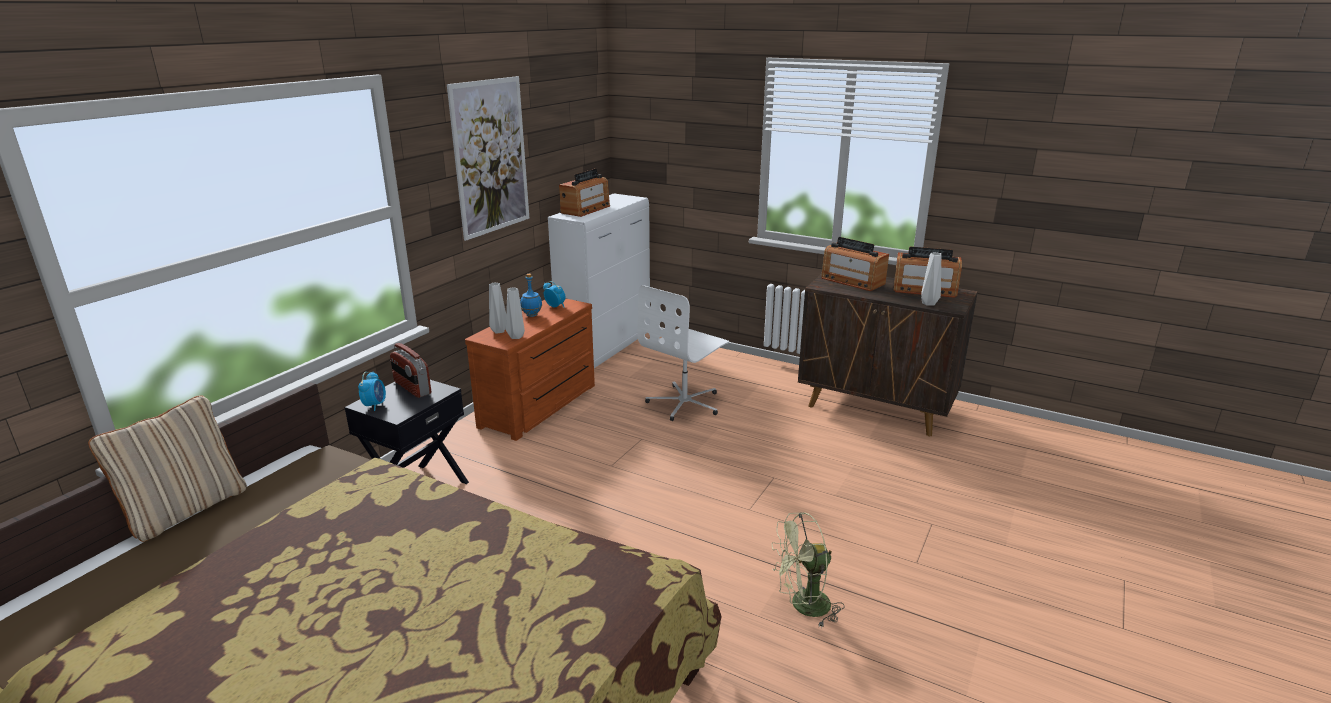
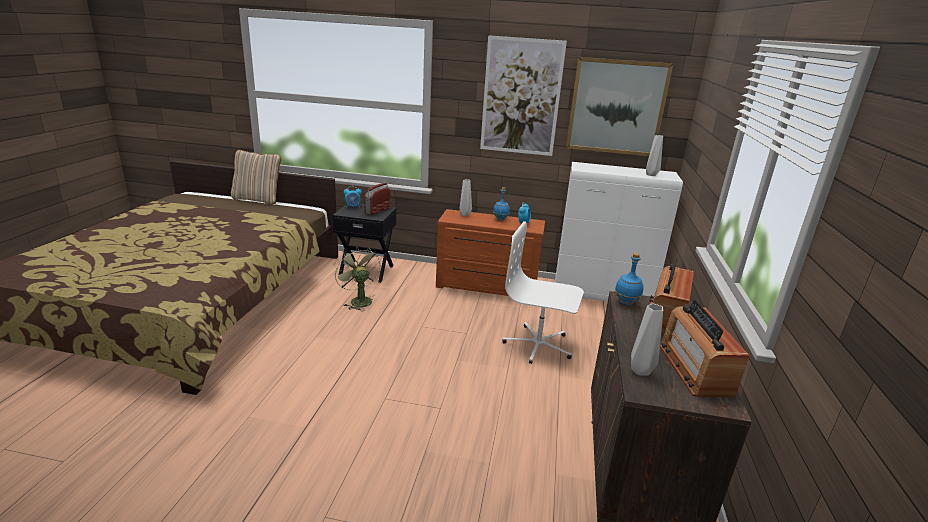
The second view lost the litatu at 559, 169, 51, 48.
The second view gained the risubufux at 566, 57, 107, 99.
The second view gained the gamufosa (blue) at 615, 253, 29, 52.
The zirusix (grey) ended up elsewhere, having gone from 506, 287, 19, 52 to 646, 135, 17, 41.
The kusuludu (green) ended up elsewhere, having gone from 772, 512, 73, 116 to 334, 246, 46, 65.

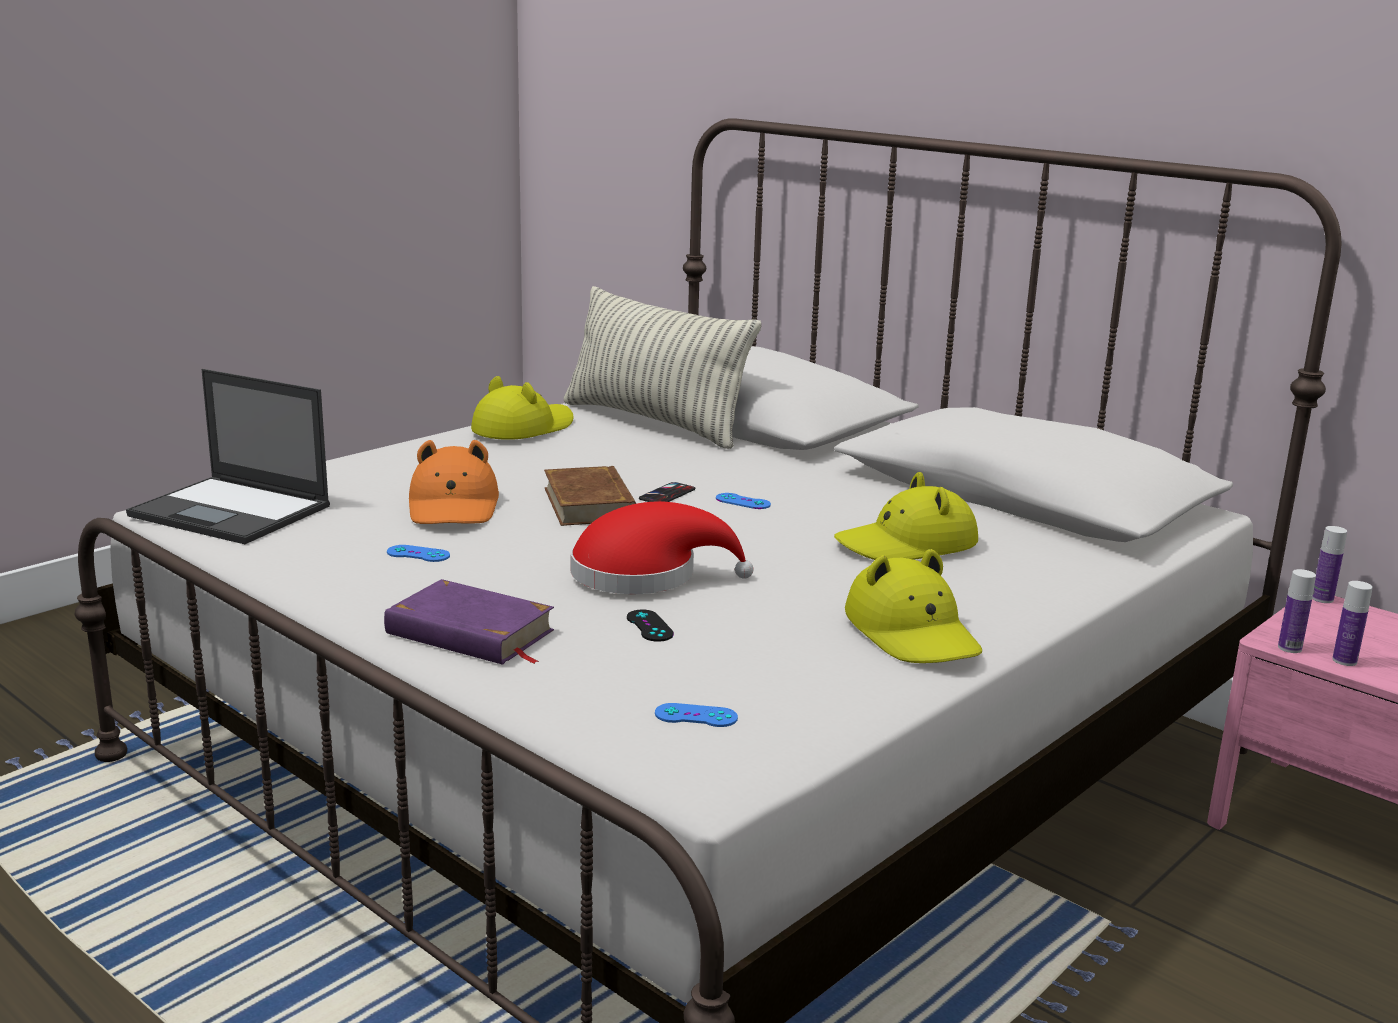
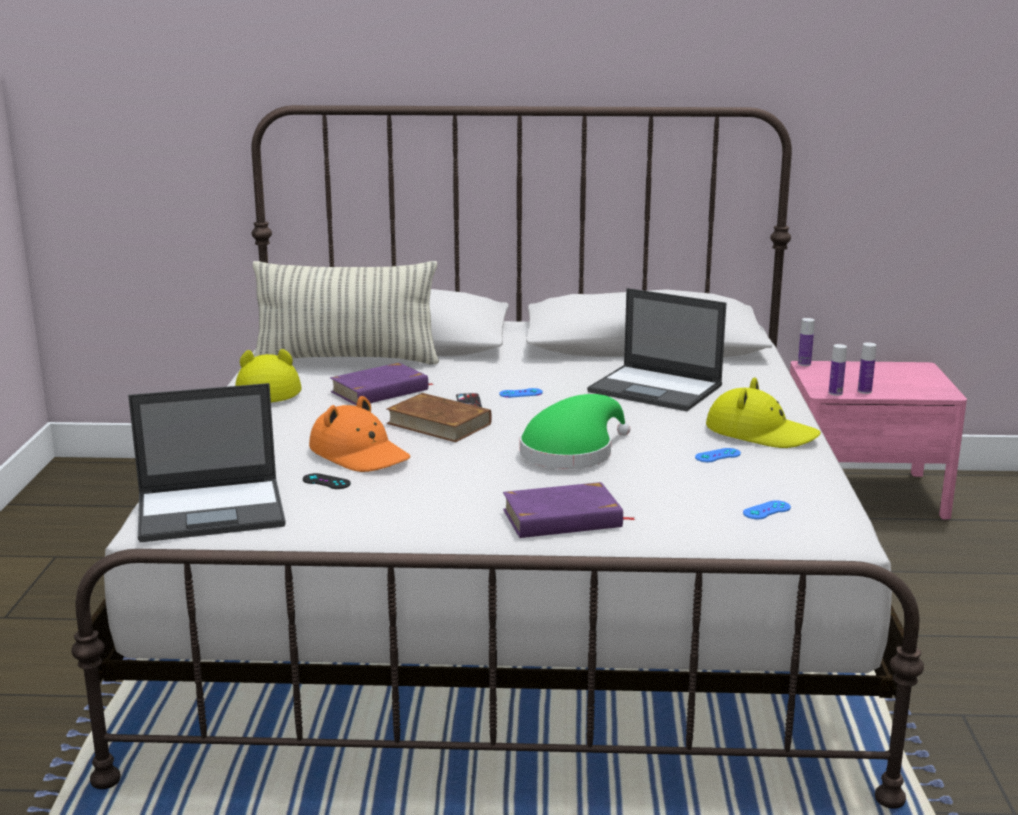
The second view gained the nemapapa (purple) at 330, 363, 104, 42.
The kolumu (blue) ended up elsewhere, having gone from 387, 545, 63, 17 to 695, 448, 46, 14.
The kolumu (black) ended up elsewhere, having gone from 627, 610, 47, 32 to 303, 473, 48, 16.
Where the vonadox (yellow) stood at 834, 472, 144, 88, the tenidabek came to stand at 587, 288, 139, 123.
What was the vonadox (red) at 570, 501, 184, 93 turned into the vonadox (green) at 520, 394, 110, 75.

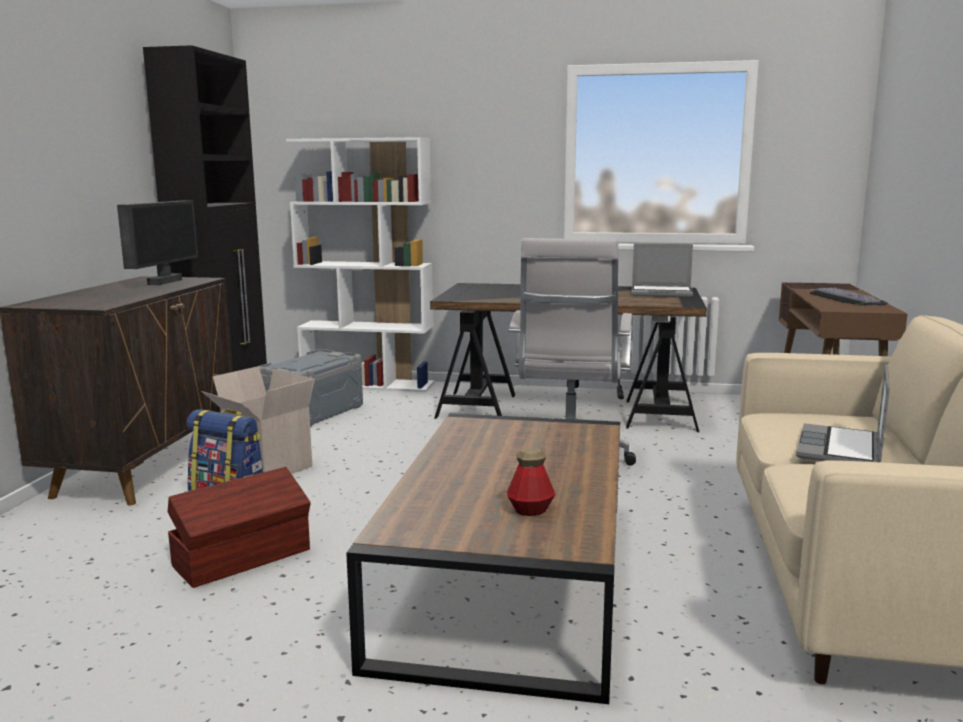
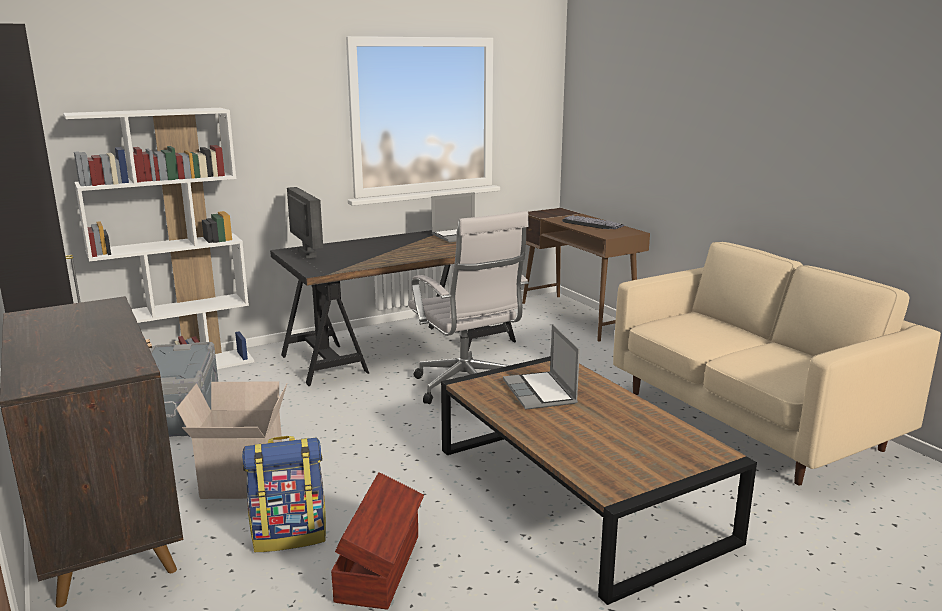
The second view lost the gamufosa at 507, 448, 48, 68.
The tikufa ended up elsewhere, having gone from 117, 201, 81, 84 to 287, 187, 36, 72.
The tenidabek ended up elsewhere, having gone from 796, 365, 94, 97 to 503, 324, 77, 86.

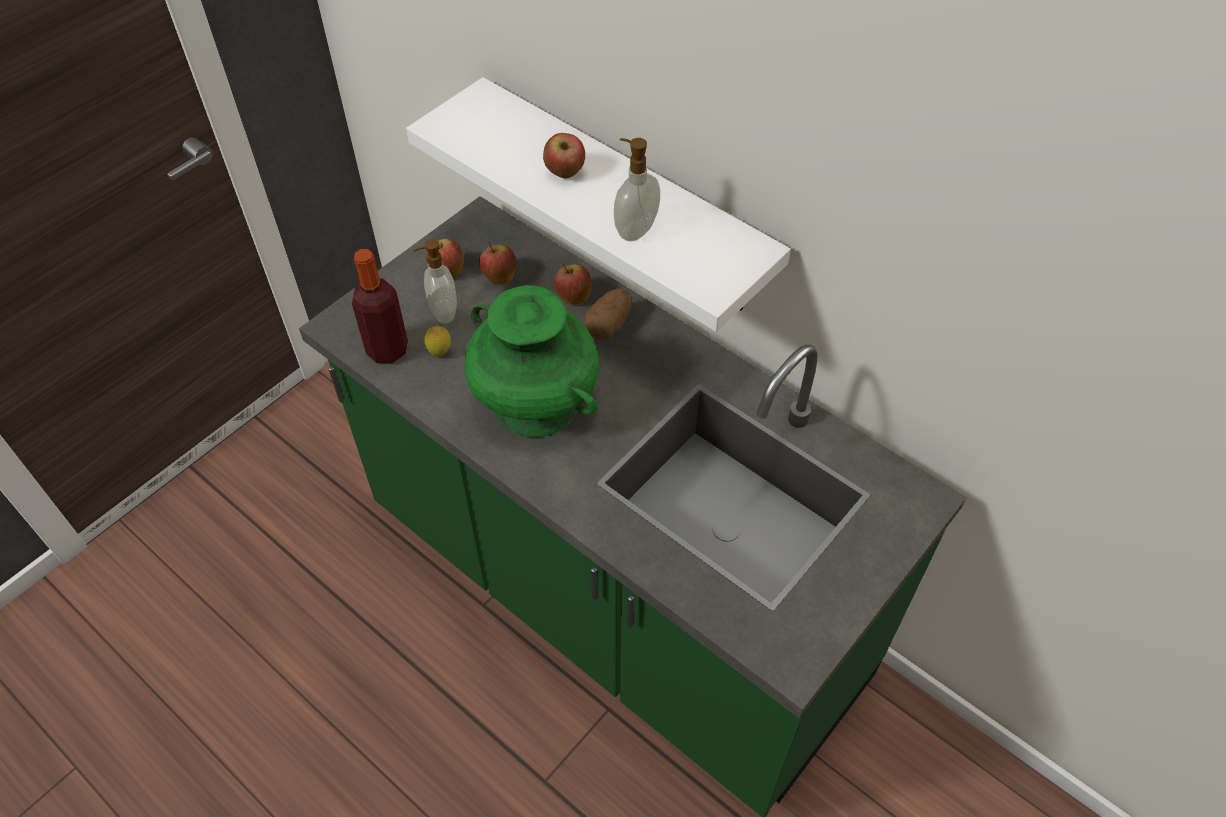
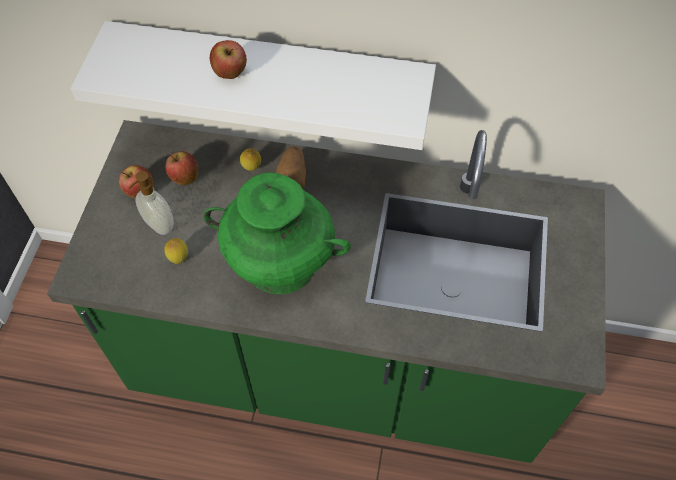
The second view lost the gamufosa at 352, 249, 56, 114.
The second view lost the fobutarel at 614, 138, 46, 103.
Where the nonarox stood at 554, 263, 38, 42, the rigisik came to stand at 240, 148, 21, 23.

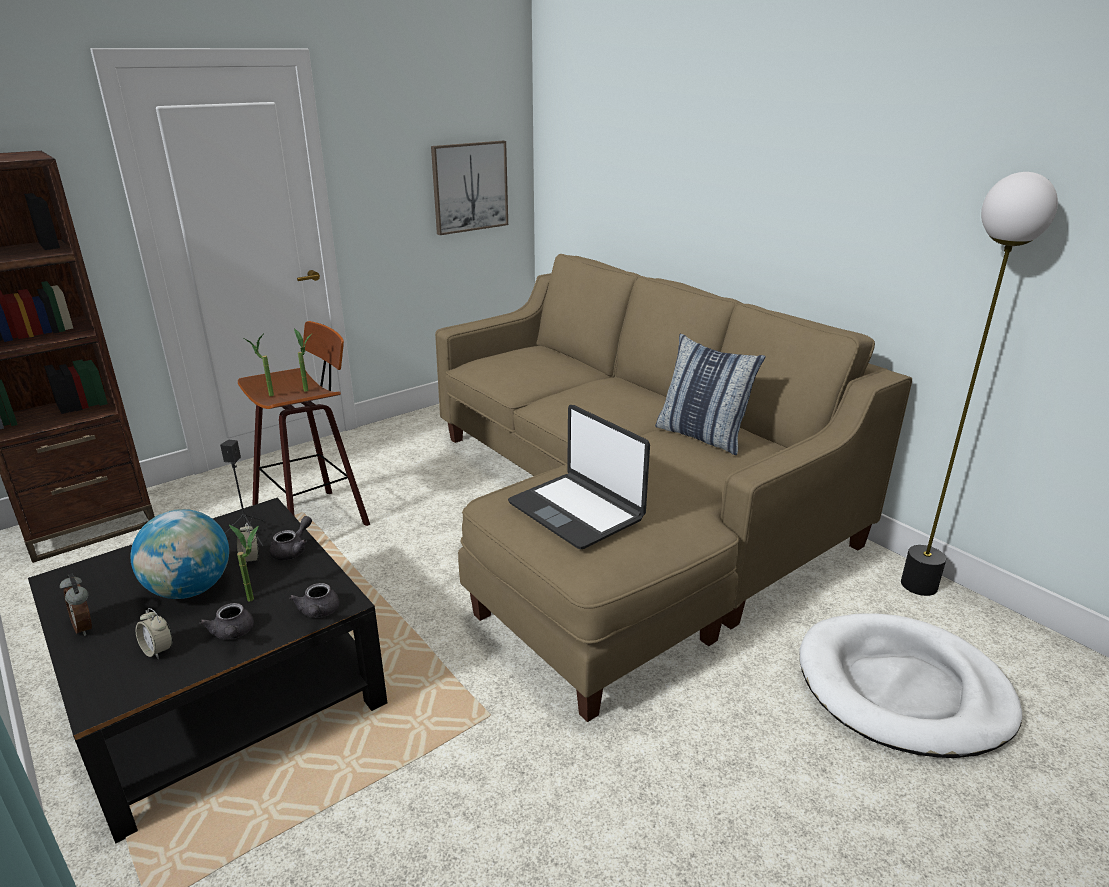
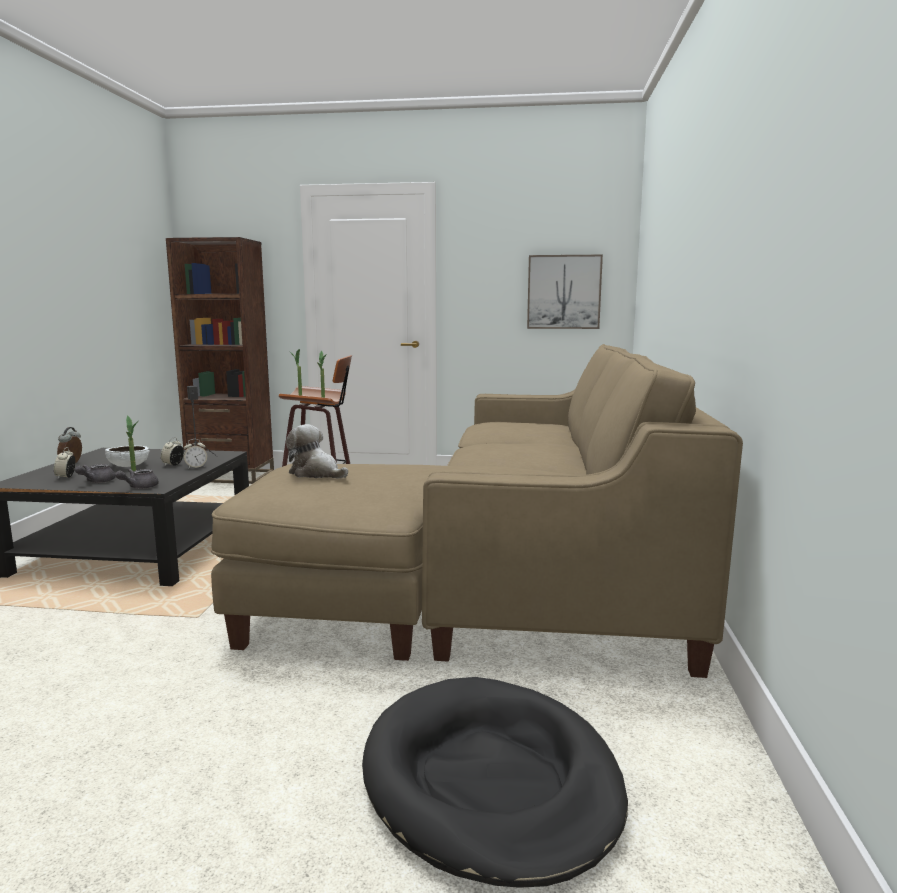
The second view lost the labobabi at 655, 334, 111, 121.
The second view lost the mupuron at 901, 172, 157, 424.
Where the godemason stood at 131, 509, 98, 90, the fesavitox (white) came to stand at 105, 446, 45, 21.
Where the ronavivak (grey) stood at 269, 516, 43, 44, the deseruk came to stand at 183, 439, 24, 30.
Where the tenidabek stood at 508, 405, 142, 144, the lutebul came to stand at 286, 424, 62, 55.
What was the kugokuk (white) at 799, 613, 223, 145 turned into the kugokuk (black) at 362, 677, 266, 211.

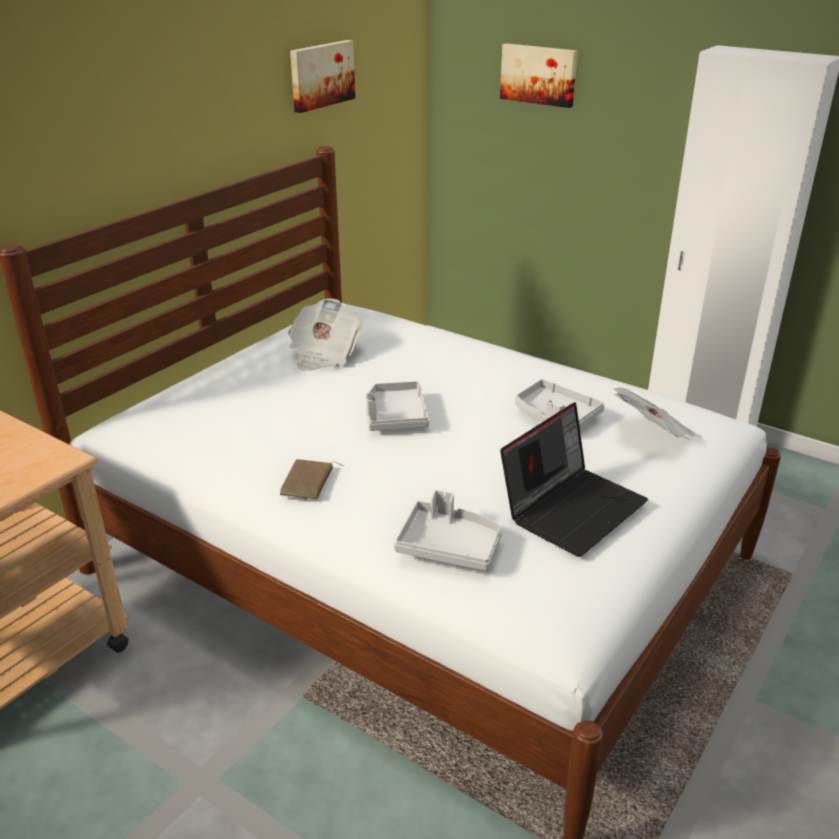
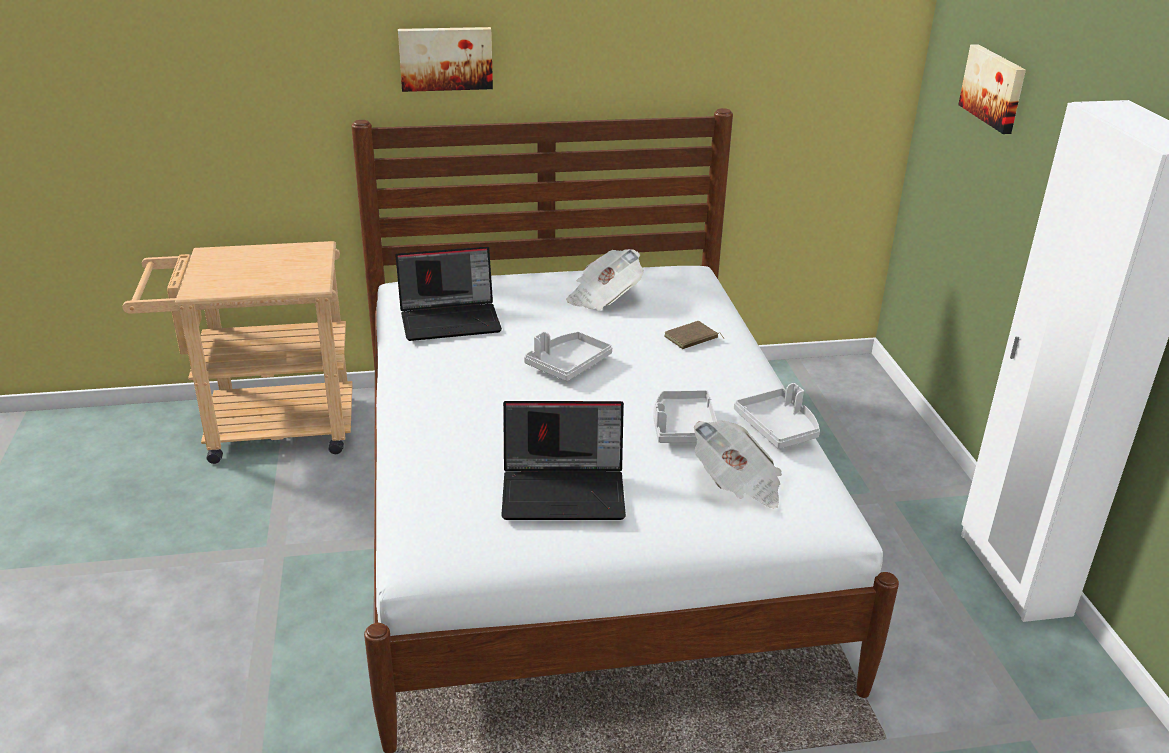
The second view gained the tenidabek at 395, 247, 107, 94.
The nemapapa (brown) ended up elsewhere, having gone from 280, 459, 63, 41 to 664, 321, 60, 28.
The risubufux ended up elsewhere, having gone from 290, 40, 65, 73 to 398, 27, 95, 65.
The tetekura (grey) ended up elsewhere, having gone from 394, 490, 108, 81 to 734, 383, 86, 66.

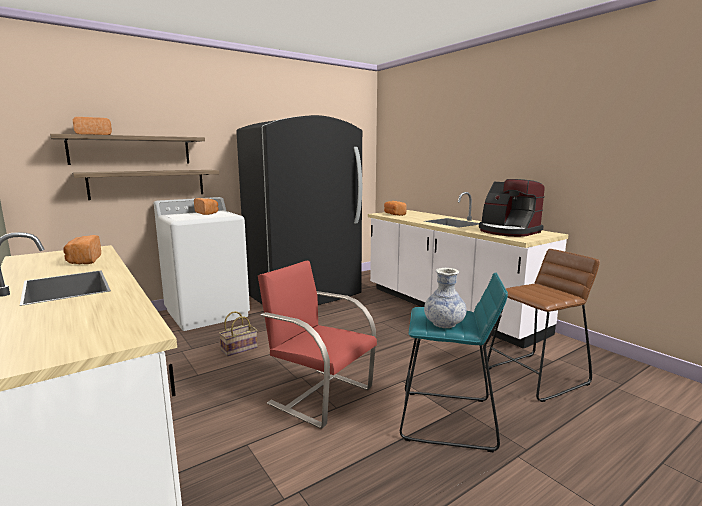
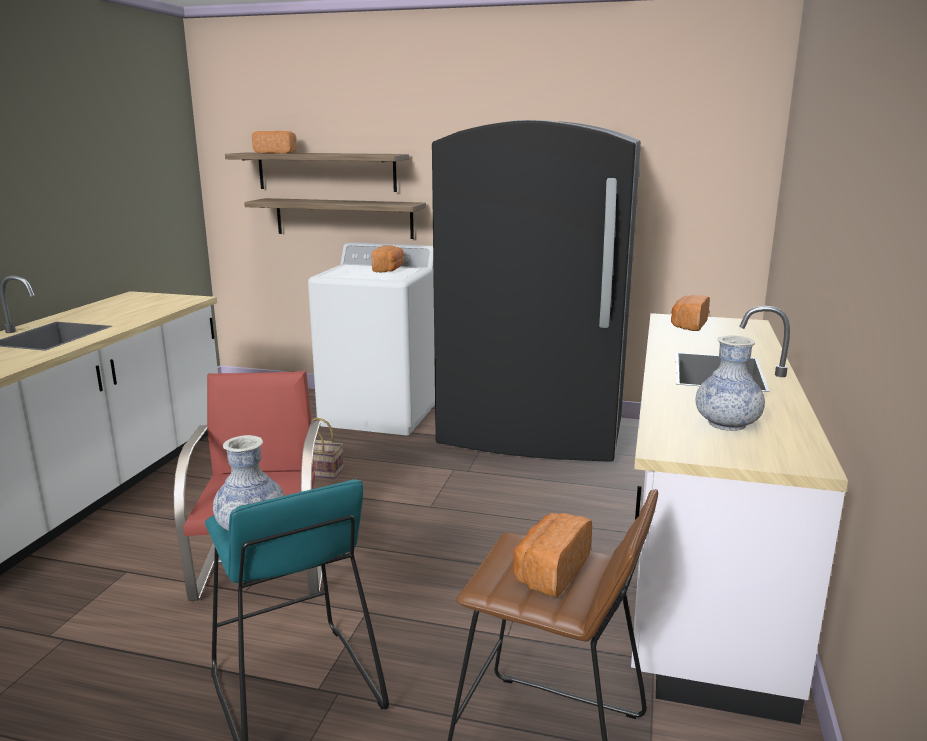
The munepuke ended up elsewhere, having gone from 63, 235, 38, 29 to 513, 513, 79, 84.
Where the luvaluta stood at 479, 179, 66, 58, the zirusix came to stand at 696, 335, 69, 96.

